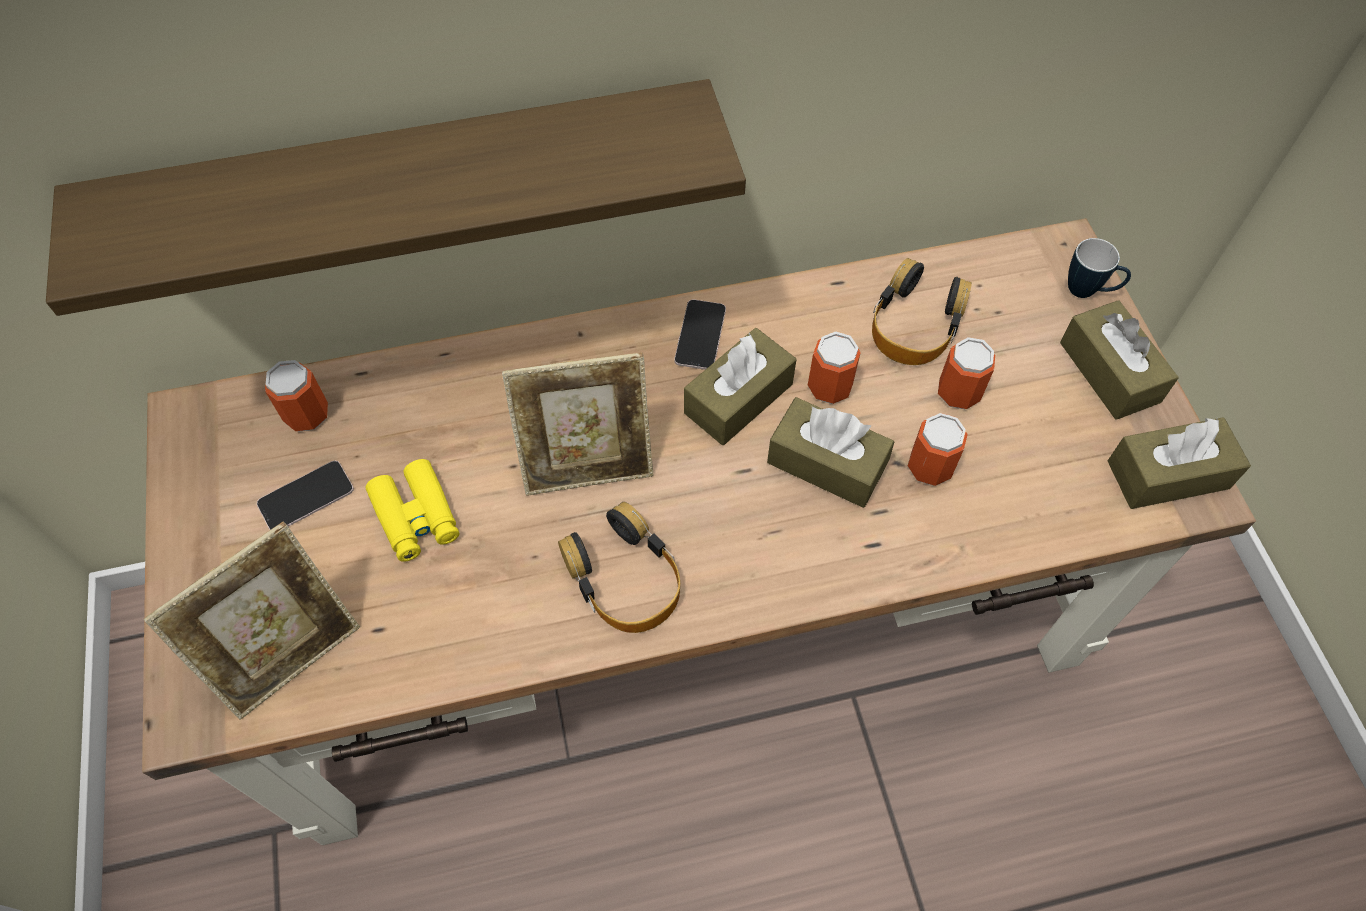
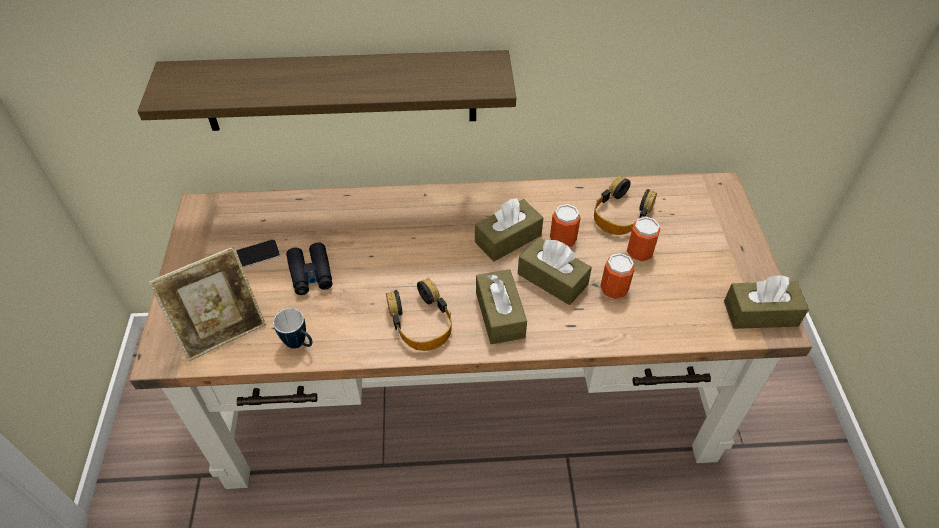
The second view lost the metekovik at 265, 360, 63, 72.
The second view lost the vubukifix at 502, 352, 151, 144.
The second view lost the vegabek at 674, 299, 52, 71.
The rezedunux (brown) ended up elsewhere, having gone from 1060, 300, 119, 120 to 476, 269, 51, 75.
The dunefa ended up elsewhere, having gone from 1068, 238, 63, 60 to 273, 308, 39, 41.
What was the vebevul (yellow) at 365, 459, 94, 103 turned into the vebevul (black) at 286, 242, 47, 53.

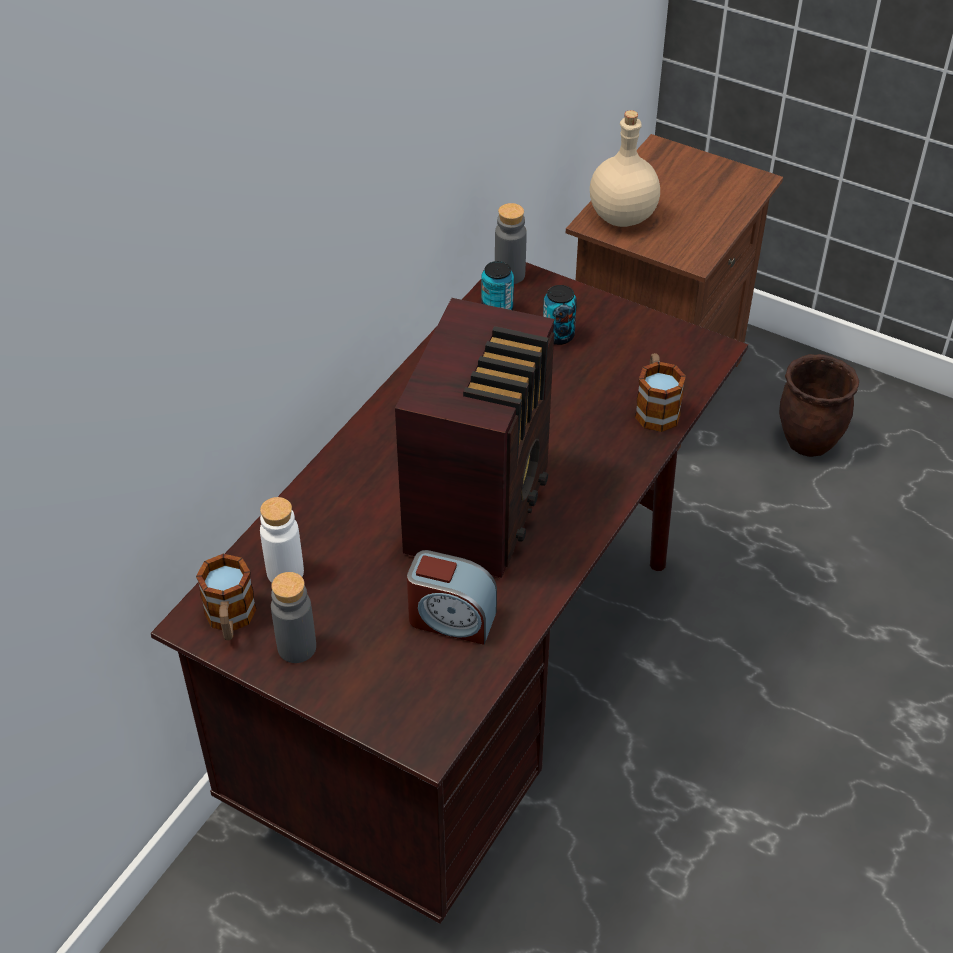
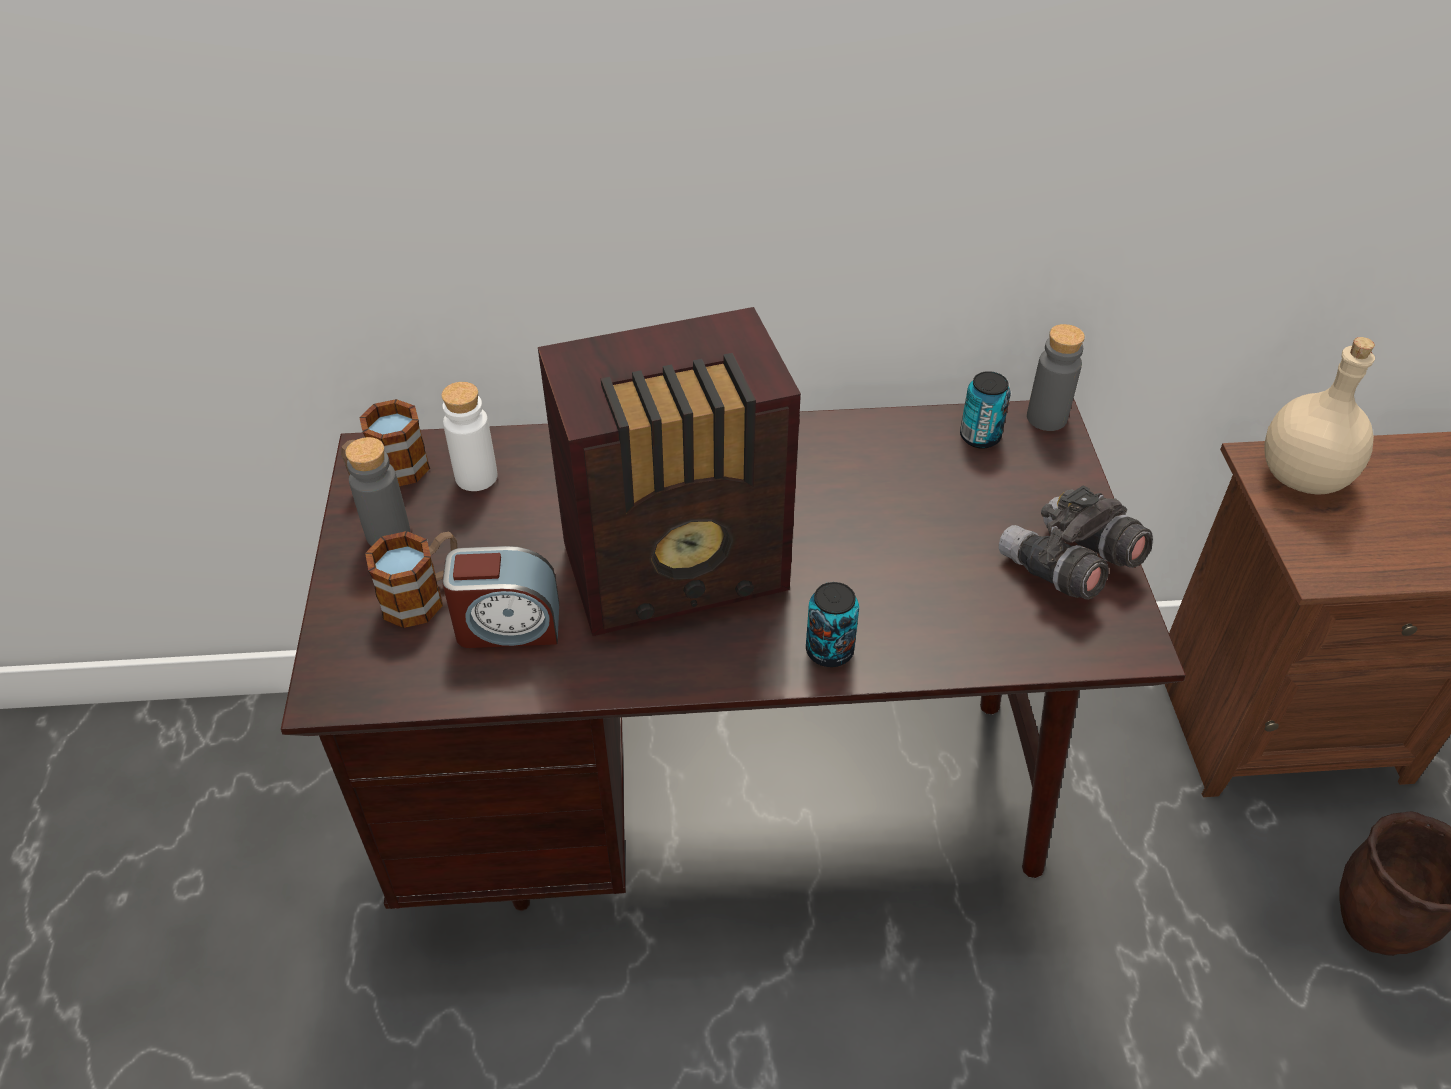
The second view gained the vebevul (grey) at 999, 485, 154, 114.
The metekovik ended up elsewhere, having gone from 543, 285, 34, 60 to 806, 582, 53, 85.
The dunefa ended up elsewhere, having gone from 635, 353, 51, 79 to 365, 531, 92, 97.
The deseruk at 407, 550, 90, 95 ended up facing another way, 75 degrees counterclockwise from before.

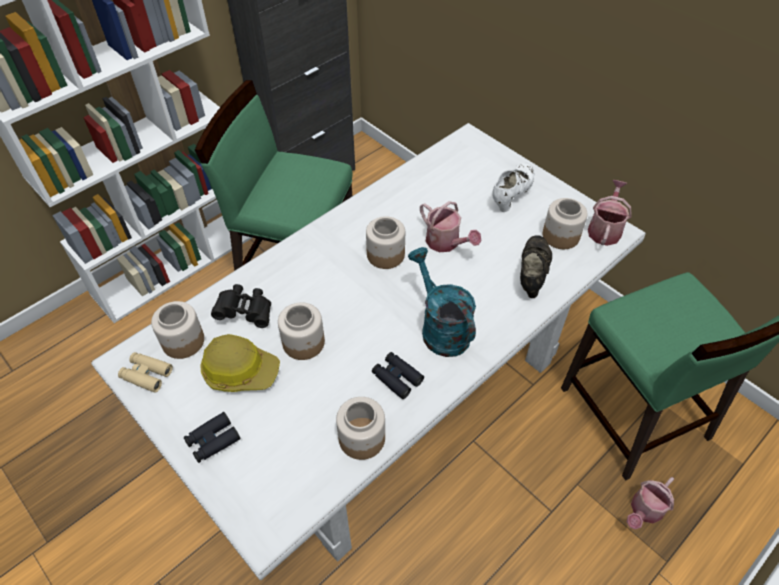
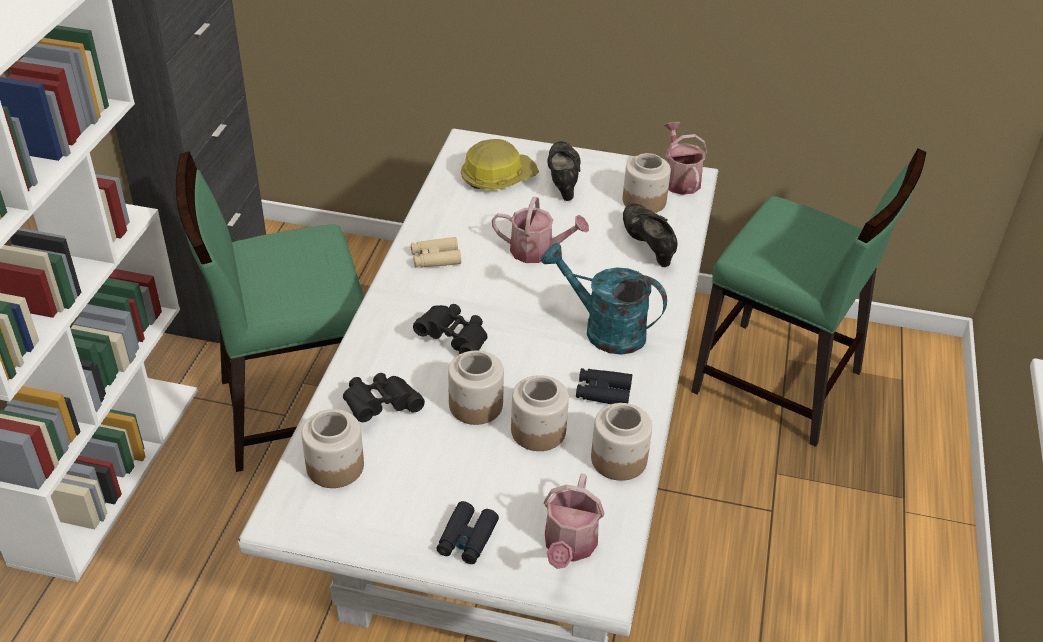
The second view gained the vebevul (black) at 413, 304, 75, 50.
The vebevul (beige) ended up elsewhere, having gone from 118, 352, 55, 41 to 411, 237, 50, 31.
The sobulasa ended up elsewhere, having gone from 200, 334, 80, 58 to 461, 139, 78, 51.
The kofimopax ended up elsewhere, having gone from 366, 216, 39, 53 to 511, 375, 58, 76.
The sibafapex ended up elsewhere, having gone from 627, 477, 47, 52 to 544, 473, 61, 96.
What was the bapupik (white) at 492, 162, 42, 50 turned into the bapupik (black) at 547, 141, 33, 60.

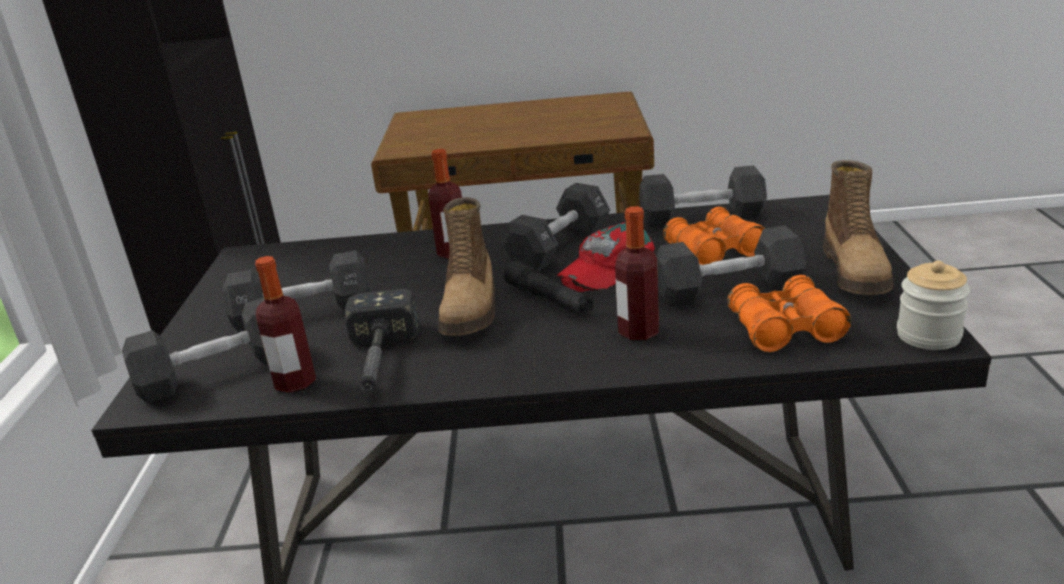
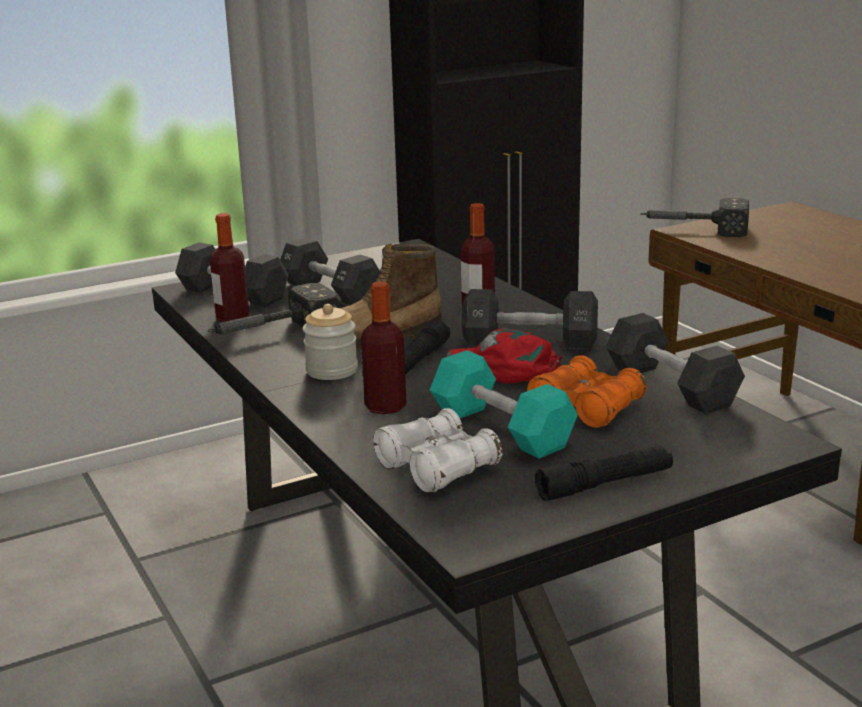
The second view gained the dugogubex at 640, 198, 109, 39.
The kofimopax ended up elsewhere, having gone from 897, 261, 73, 89 to 303, 304, 55, 76.
Where the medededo stood at 823, 160, 70, 135, the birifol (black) came to stand at 535, 446, 138, 55.
What was the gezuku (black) at 656, 225, 150, 83 turned into the gezuku (turquoise) at 430, 350, 148, 109.
What was the vebevul (orange) at 727, 275, 124, 77 turned into the vebevul (white) at 373, 408, 130, 85.

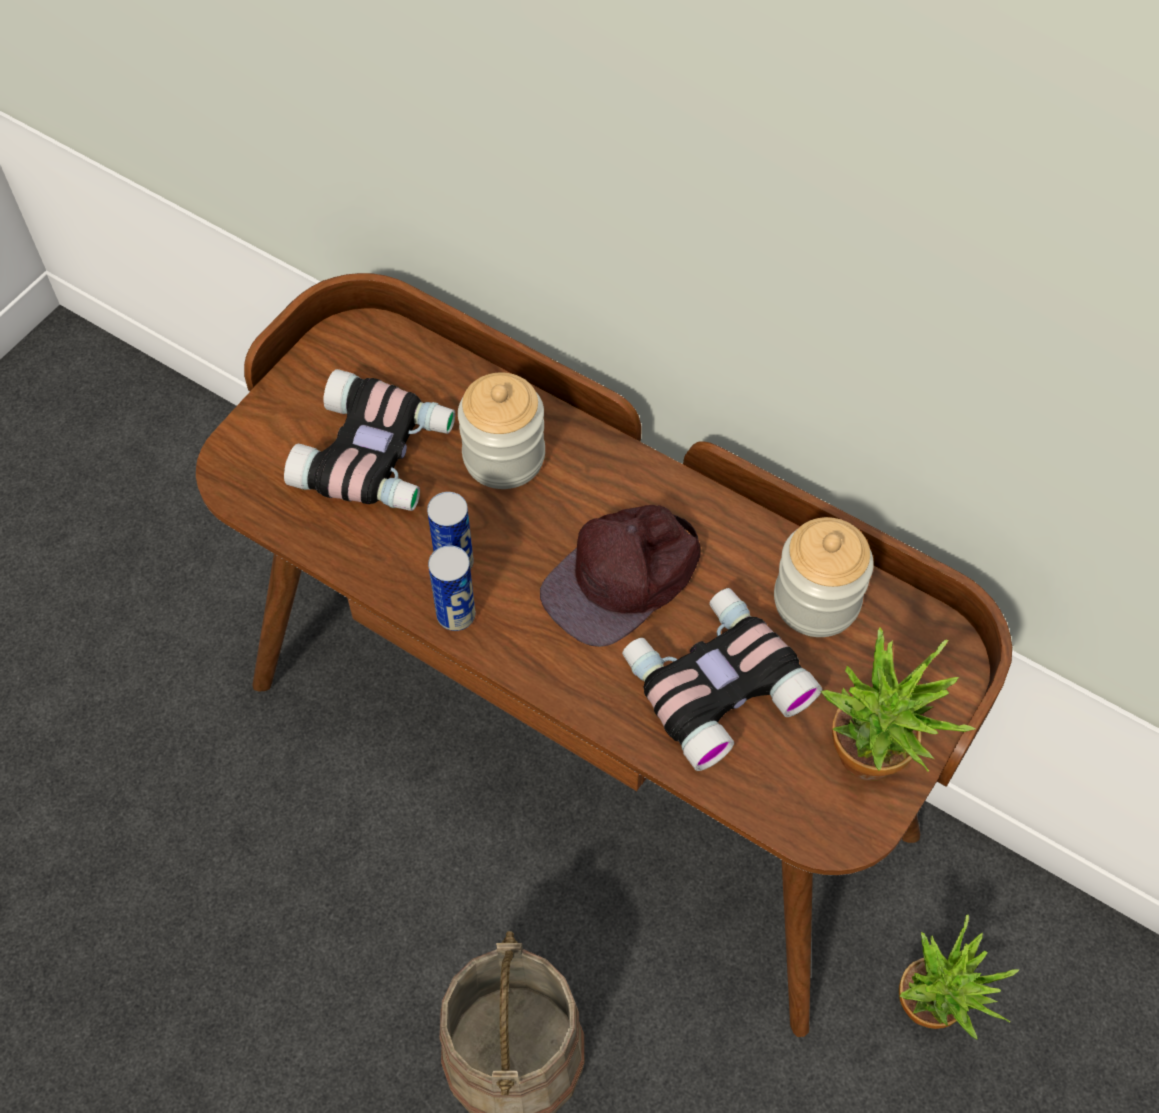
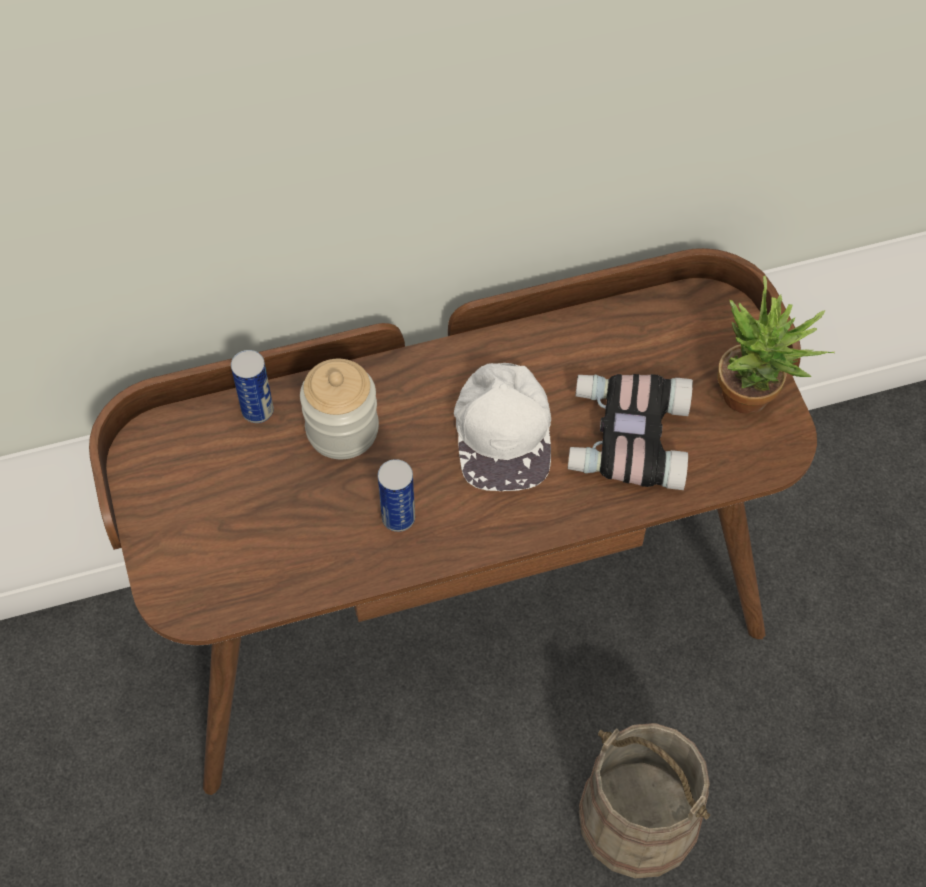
The second view lost the vebevul at 284, 369, 171, 142.
The second view lost the kofimopax at 774, 517, 100, 120.
The second view lost the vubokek at 899, 915, 120, 125.
The metekovik ended up elsewhere, having gone from 428, 545, 48, 86 to 231, 350, 43, 73.
What was the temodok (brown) at 540, 505, 161, 142 turned into the temodok (white) at 454, 363, 97, 128.

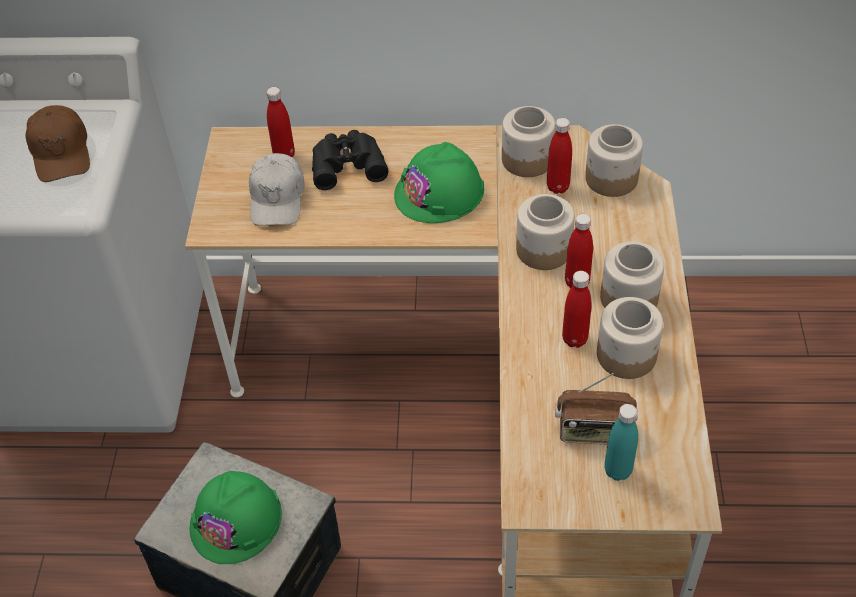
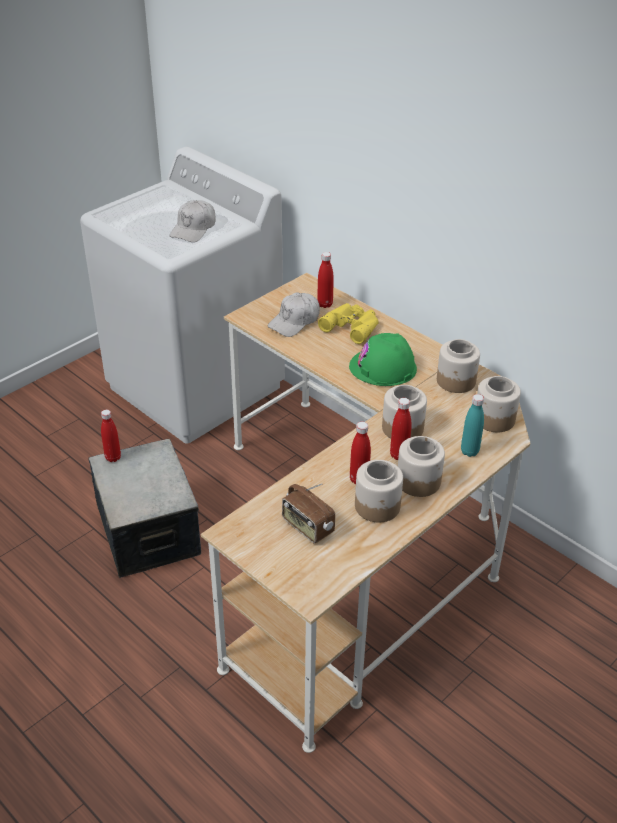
The second view lost the sobulasa (green) at 190, 471, 92, 93.
The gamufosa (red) ended up elsewhere, having gone from 547, 118, 25, 76 to 101, 409, 20, 53.
The gamufosa (turquoise) ended up elsewhere, having gone from 604, 404, 34, 77 to 461, 394, 23, 63.
What was the temodok (brown) at 25, 105, 65, 77 turned into the temodok (white) at 170, 200, 46, 42.
What was the vebevul (black) at 312, 130, 77, 60 turned into the vebevul (yellow) at 318, 303, 61, 41.

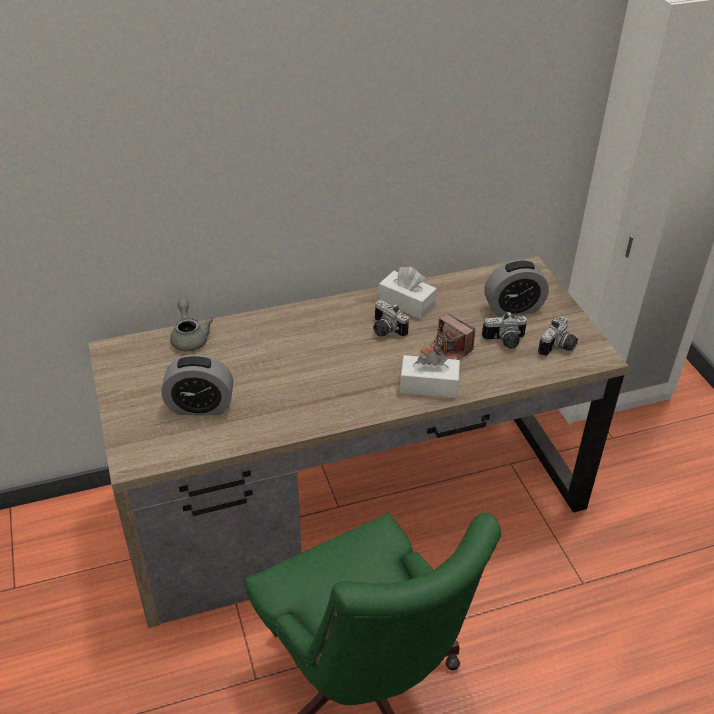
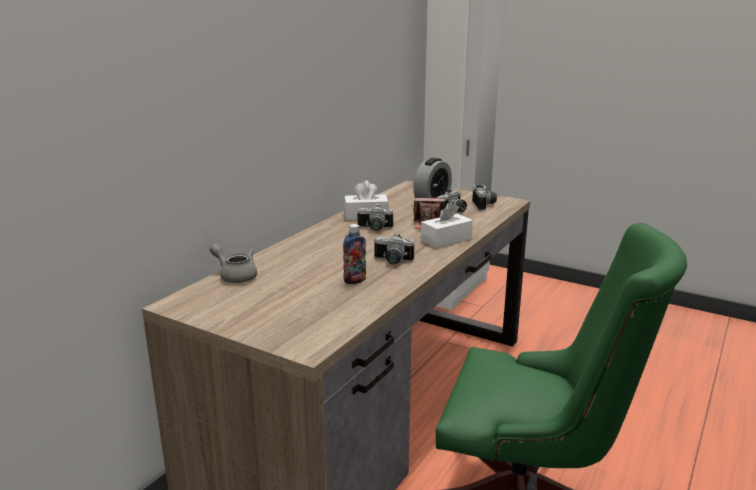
The second view lost the deseruk at 161, 354, 72, 61.
The second view gained the gamufosa at 343, 224, 23, 60.
The second view gained the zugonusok at 374, 232, 40, 32.

